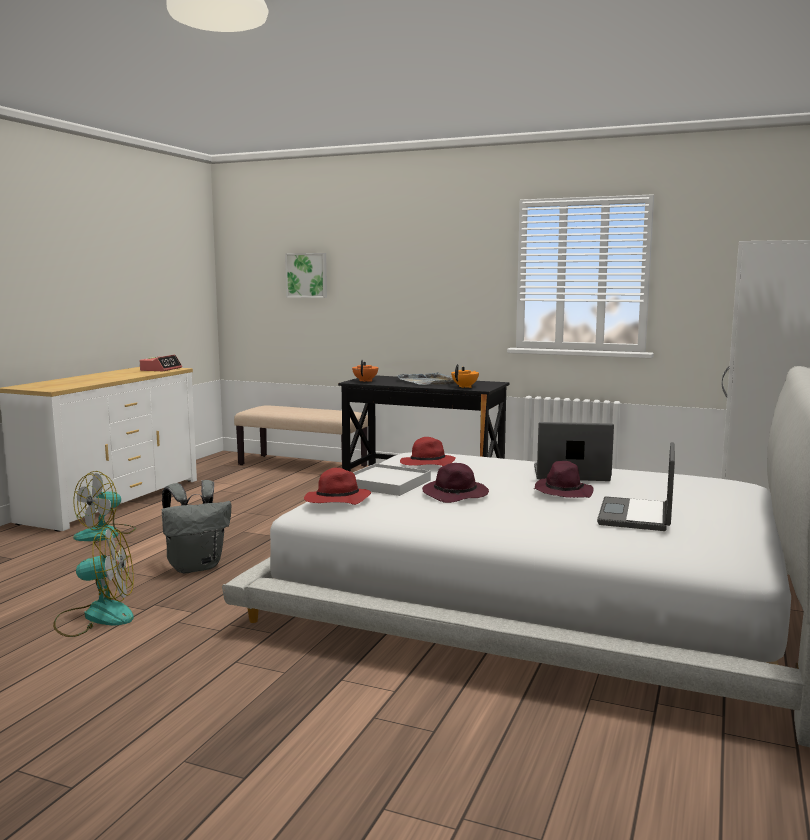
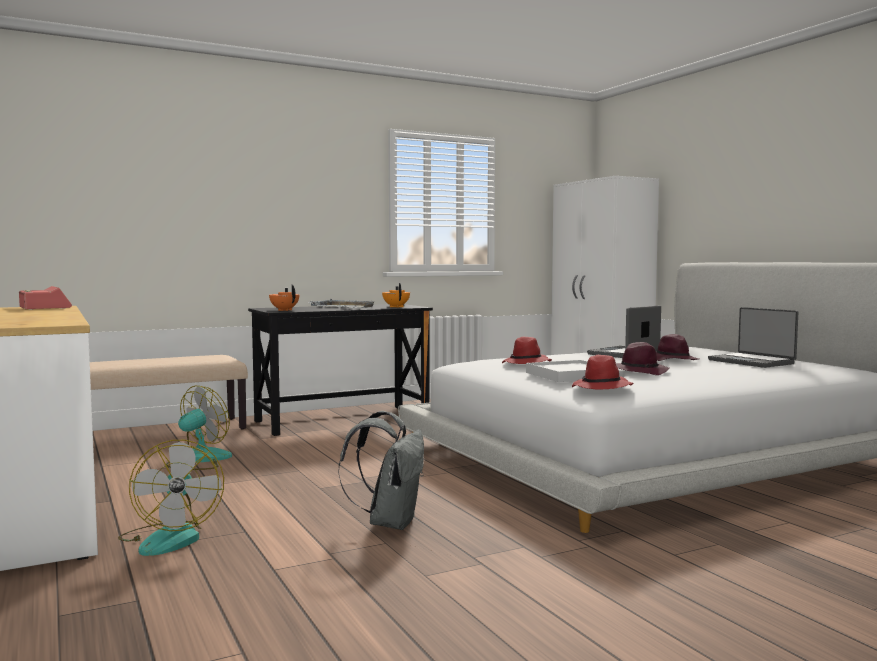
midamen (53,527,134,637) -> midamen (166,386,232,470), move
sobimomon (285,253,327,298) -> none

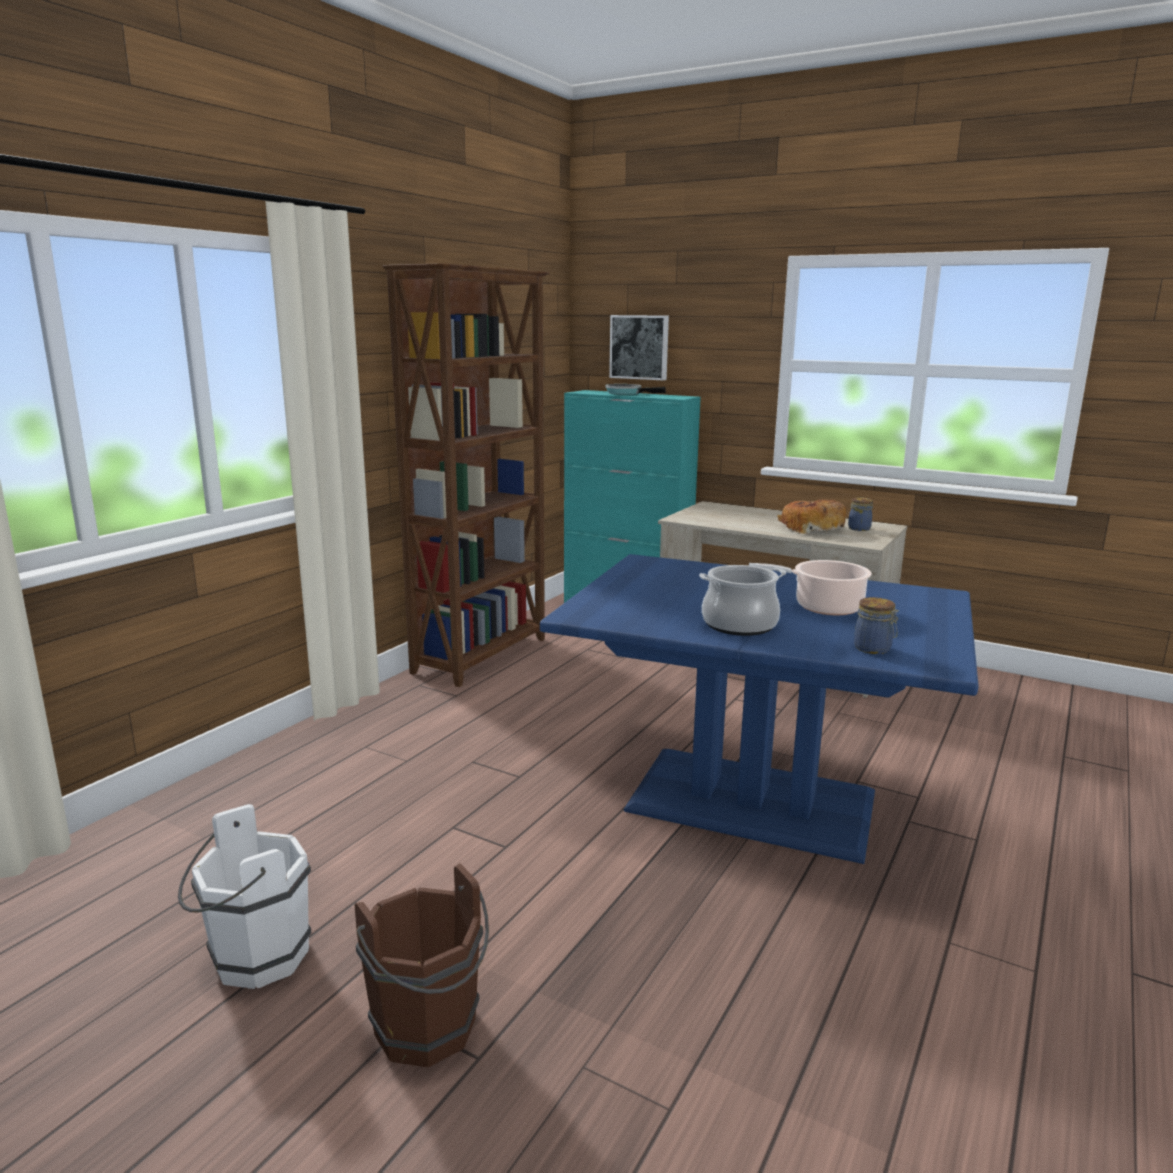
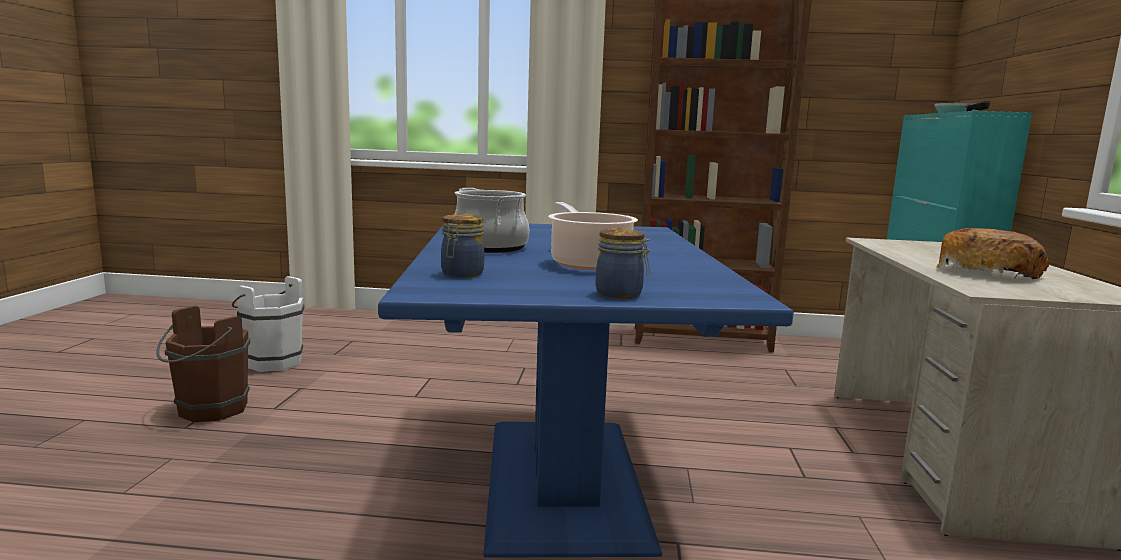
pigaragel (848,497,873,531) -> pigaragel (596,228,650,299), move
sobimomon (609,315,669,380) -> none

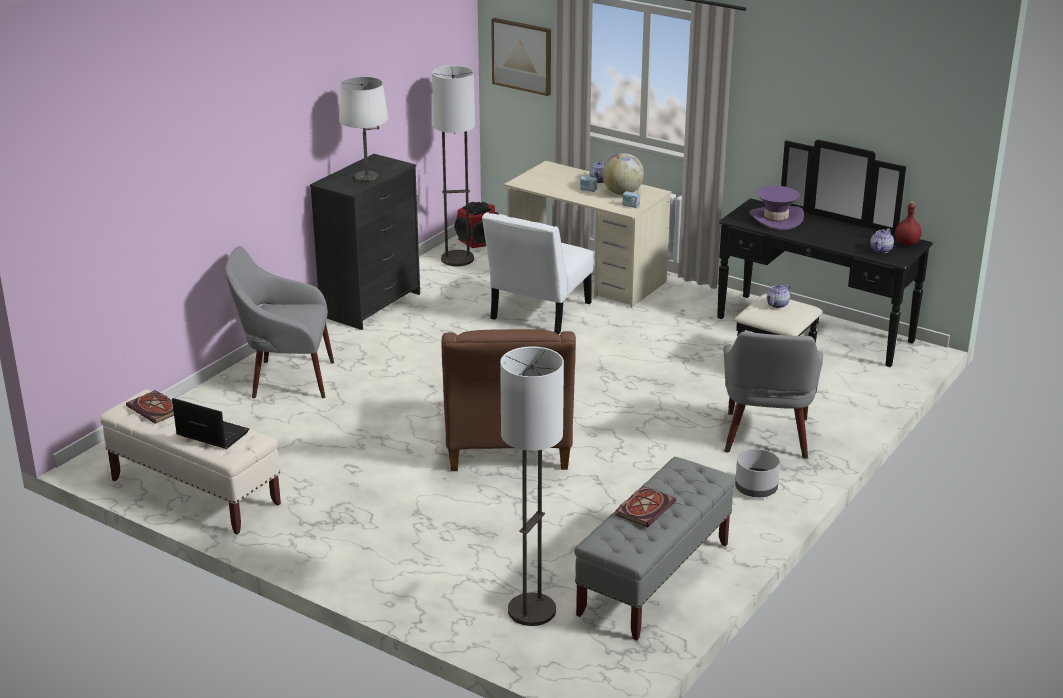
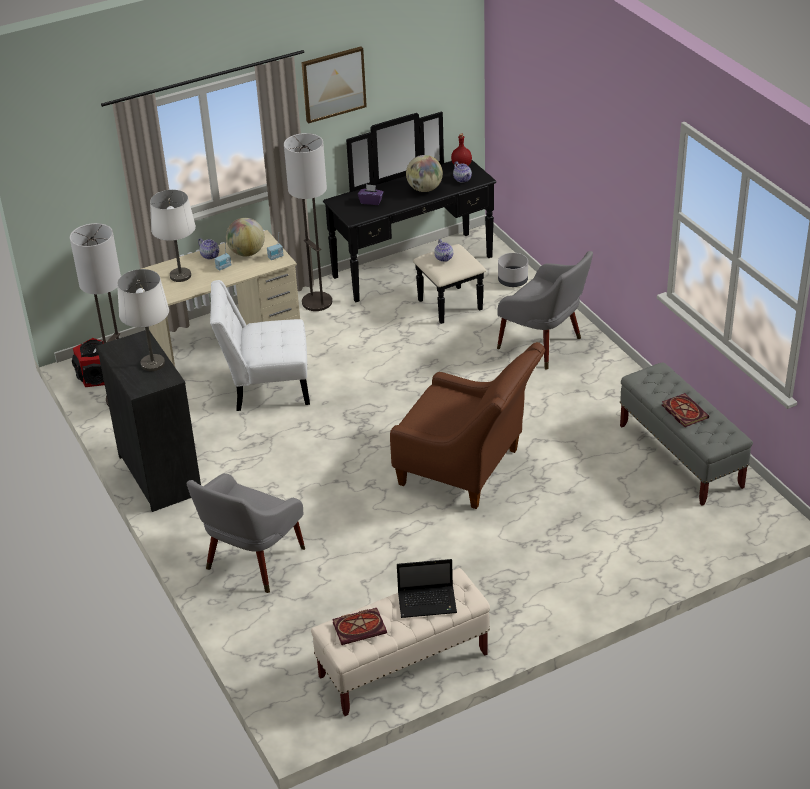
none -> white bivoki (150,190,196,282)
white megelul (482,212,593,335) -> white megelul (210,280,310,411), 120 degrees clockwise
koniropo (500,346,564,626) -> koniropo (284,133,332,311), move
sobimomon (491,18,551,96) -> sobimomon (301,46,367,124), move
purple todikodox (749,186,804,230) -> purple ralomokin (358,184,383,205)
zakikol (172,398,249,449) -> zakikol (397,559,457,618), 150 degrees counterclockwise
none -> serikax (406,155,443,192)
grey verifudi (735,449,780,497) -> grey verifudi (498,253,528,287), move

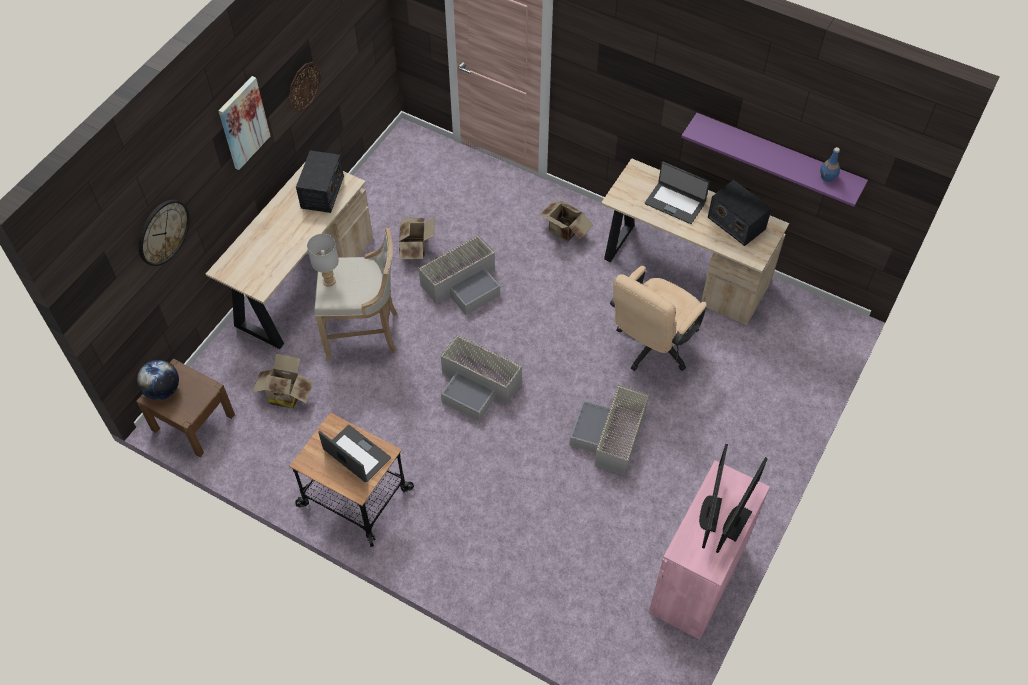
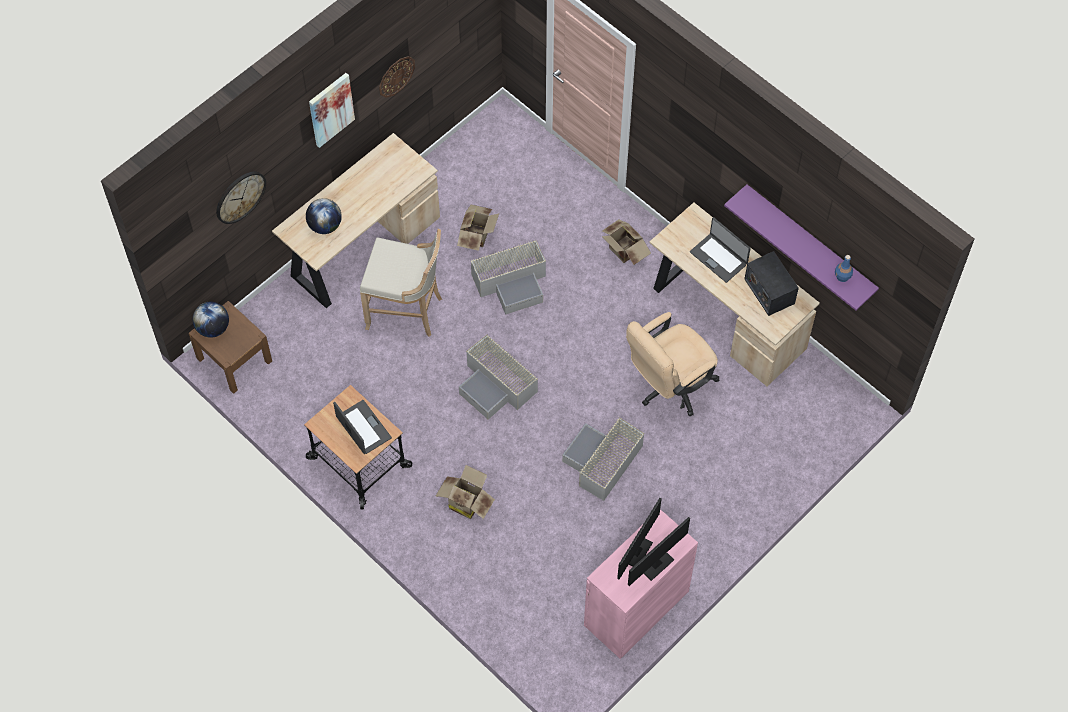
none -> serikax (306,198,342,234)
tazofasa (252,353,314,409) -> tazofasa (436,465,495,519), move
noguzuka (296,151,344,213) -> none
grey bivoki (307,234,339,286) -> none

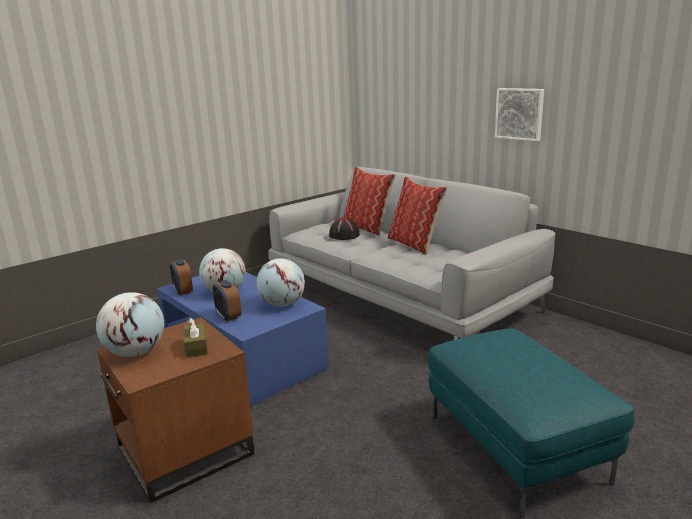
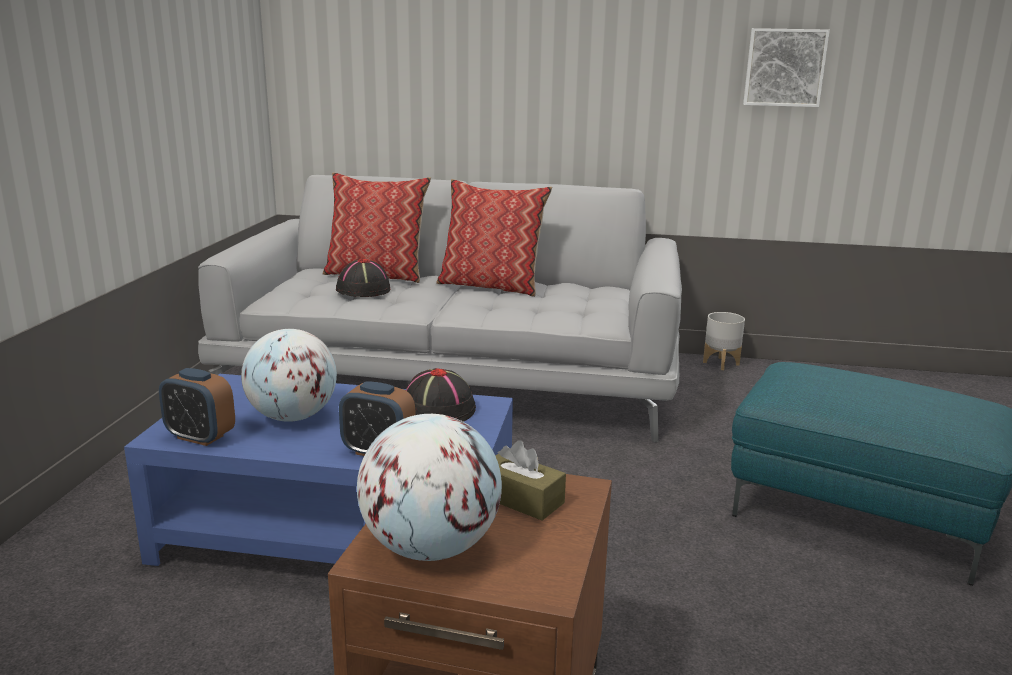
serikax (256,258,305,307) -> black todikodox (406,368,476,422)
none -> grey verifudi (703,312,745,370)
sobimomon (495,88,544,141) -> sobimomon (743,28,830,107), move

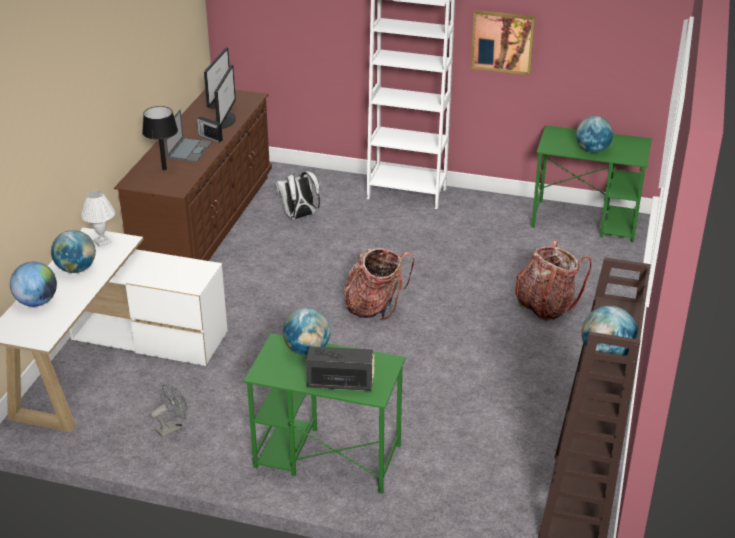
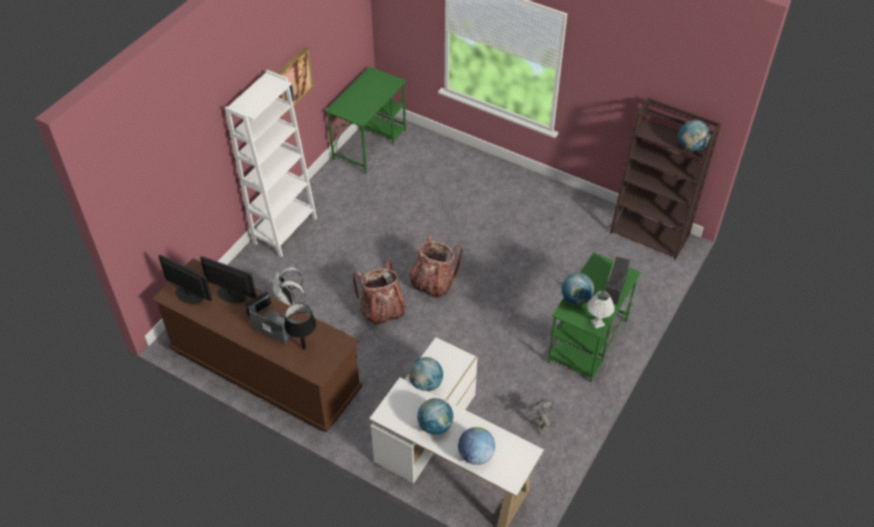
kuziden (515,239,592,321) -> kuziden (353,260,406,326), move
serikax (576,116,613,153) -> serikax (409,357,443,392), move
white bivoki (81,191,115,247) -> white bivoki (587,291,615,329), move

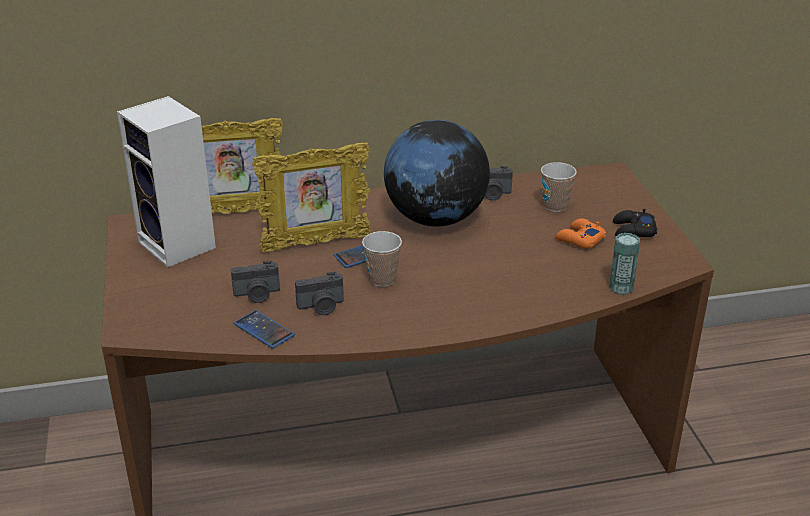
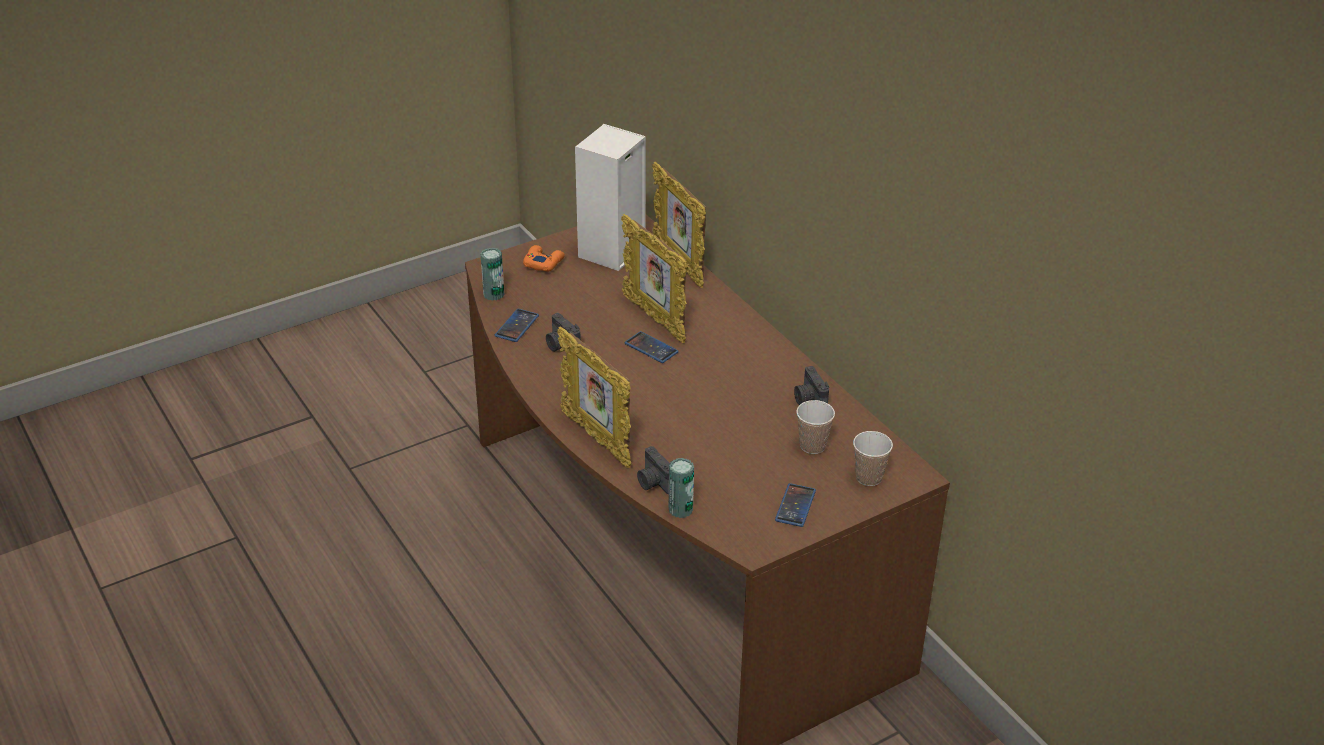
none -> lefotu (480,248,504,300)
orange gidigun (555,218,606,249) -> orange gidigun (523,245,565,272), move
none -> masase (557,326,631,468)
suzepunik (231,261,280,303) -> suzepunik (637,446,672,494), move
black gidigun (613,208,657,237) -> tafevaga (775,483,816,527)
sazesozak (362,231,402,287) -> sazesozak (853,431,893,486), move
serikax (384,120,490,227) -> none

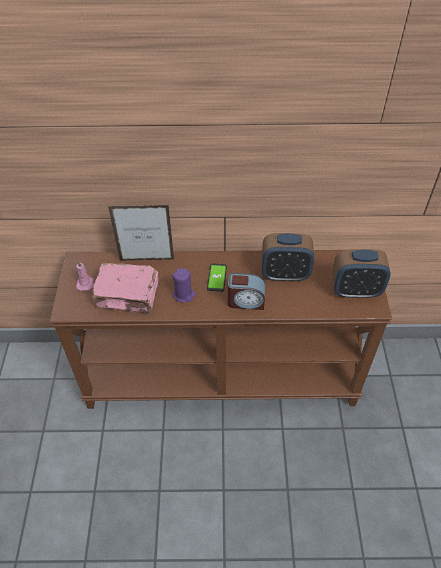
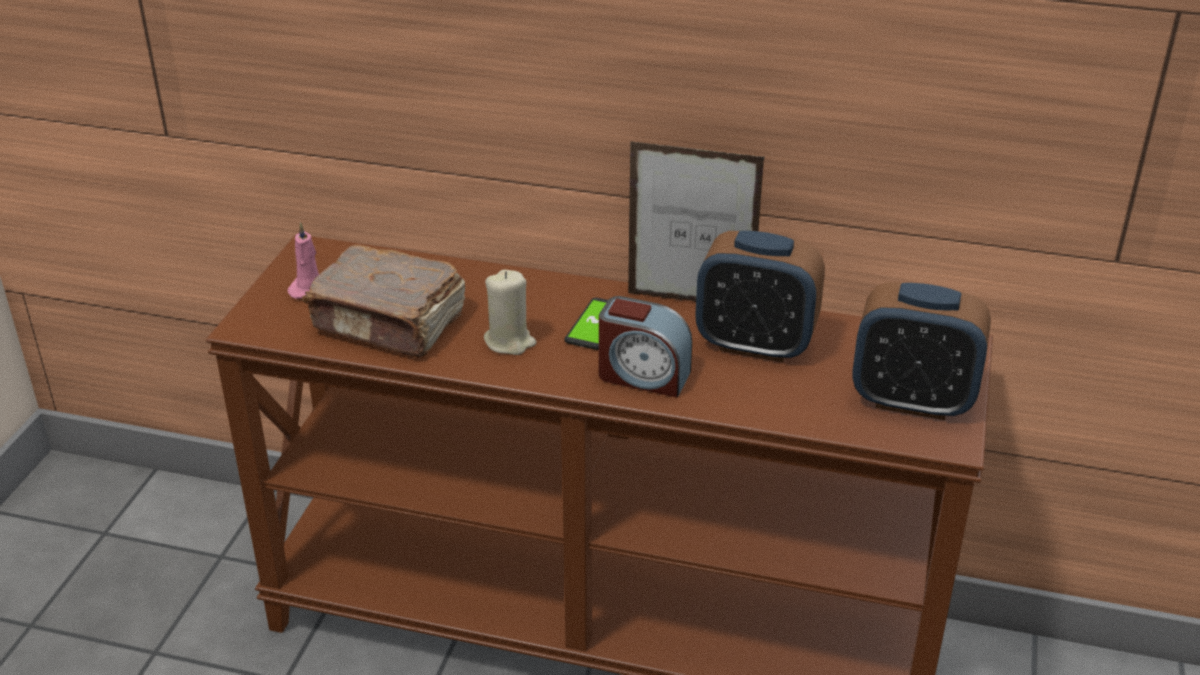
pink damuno (91,262,159,313) -> brown damuno (302,244,465,358)
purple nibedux (172,268,196,303) -> beige nibedux (484,270,536,355)
masase (108,205,175,261) -> masase (628,141,765,302), move

